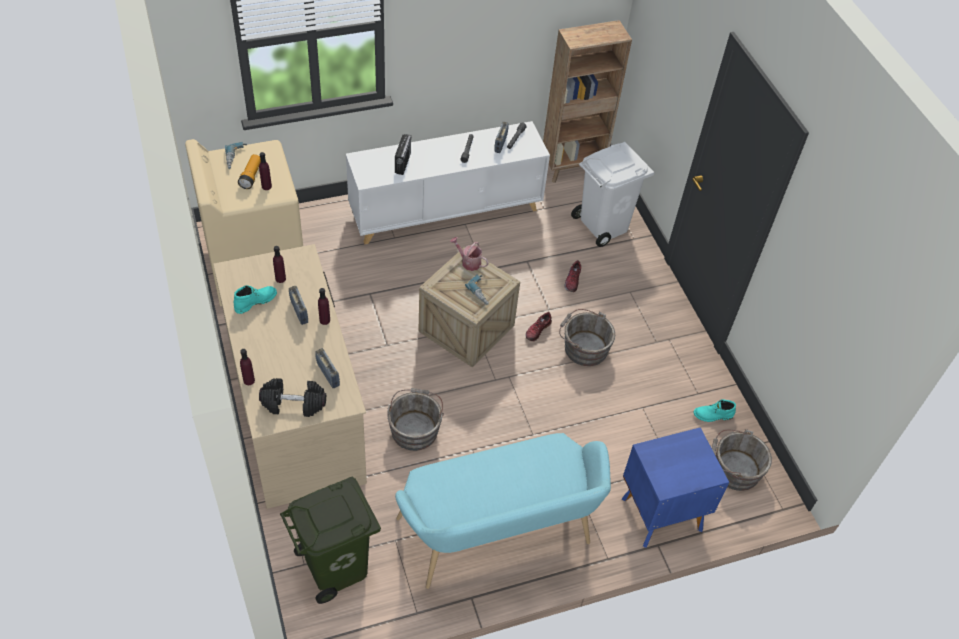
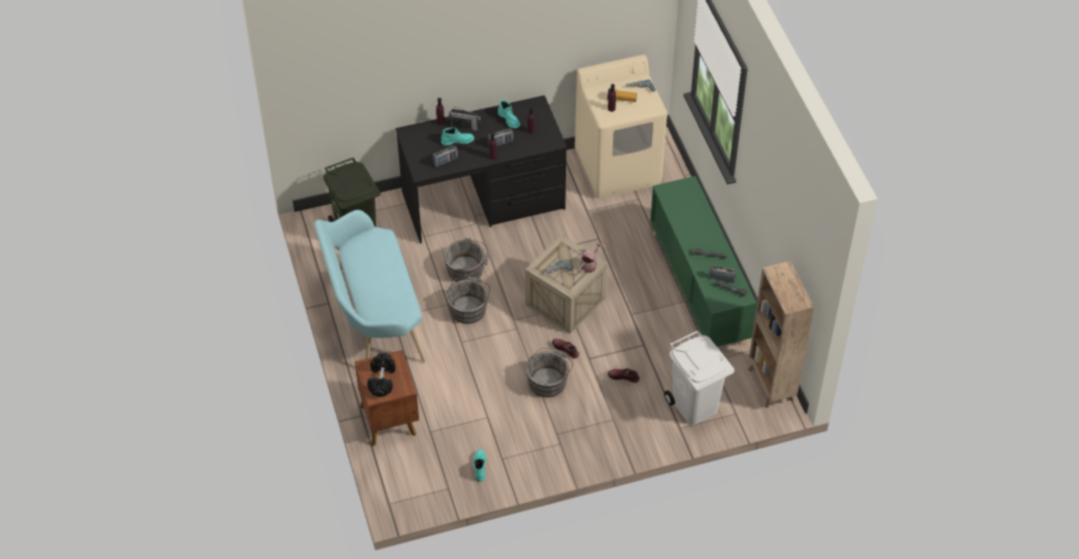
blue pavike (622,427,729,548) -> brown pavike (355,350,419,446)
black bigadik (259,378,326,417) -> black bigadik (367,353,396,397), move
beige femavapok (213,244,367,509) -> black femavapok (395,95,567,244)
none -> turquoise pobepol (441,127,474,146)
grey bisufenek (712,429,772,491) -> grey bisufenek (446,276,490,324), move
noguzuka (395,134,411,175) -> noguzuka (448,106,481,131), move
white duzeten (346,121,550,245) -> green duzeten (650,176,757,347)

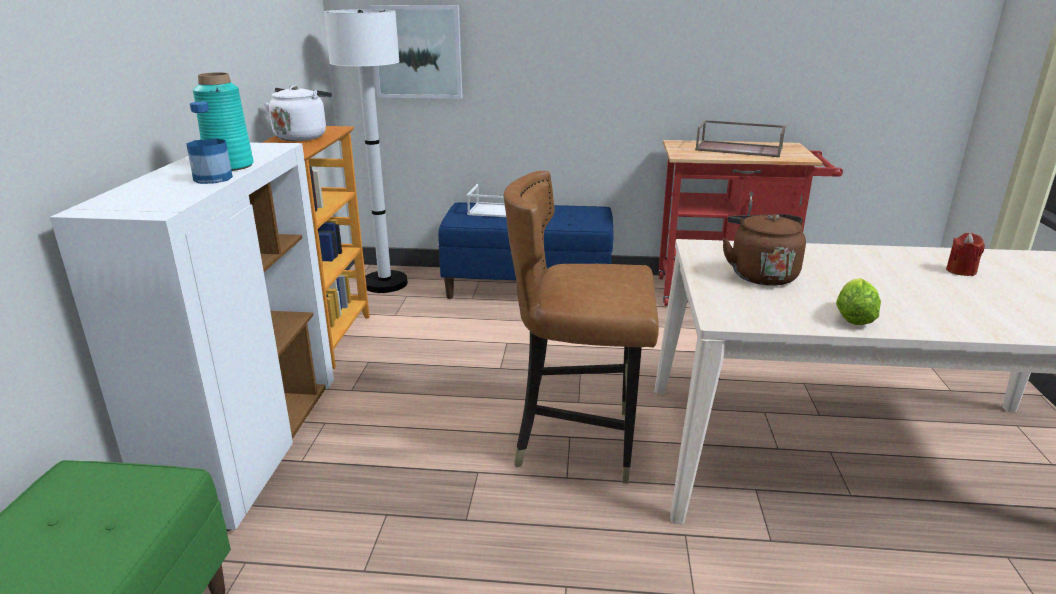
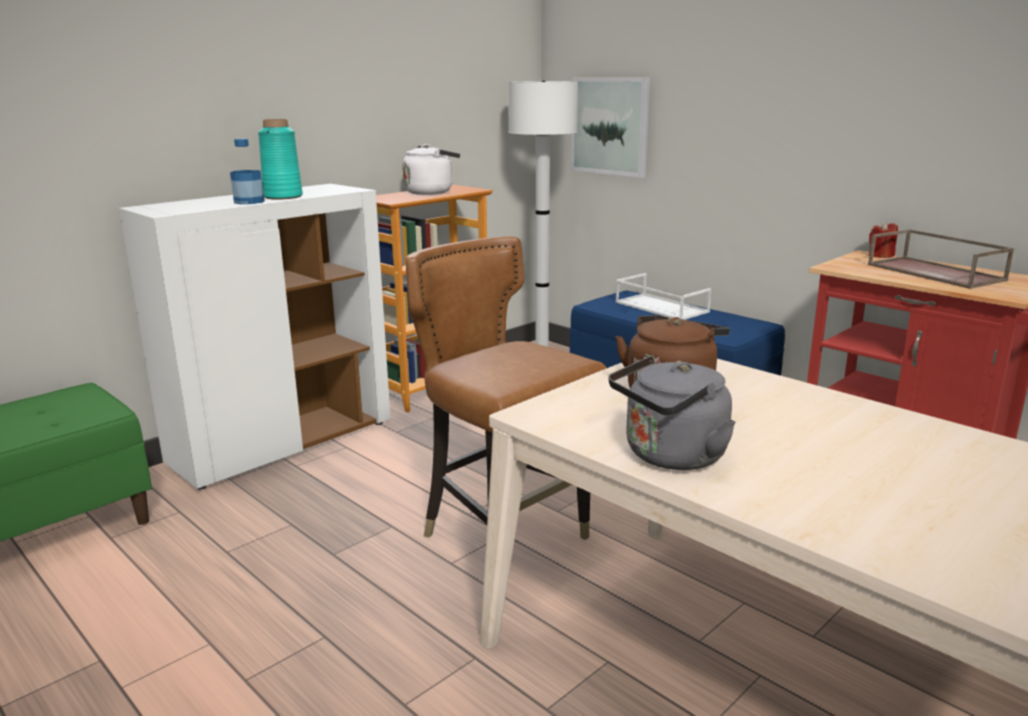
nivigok (836,278,881,325) -> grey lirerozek (608,355,736,470)
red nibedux (946,233,985,276) -> red nibedux (869,221,898,258), move

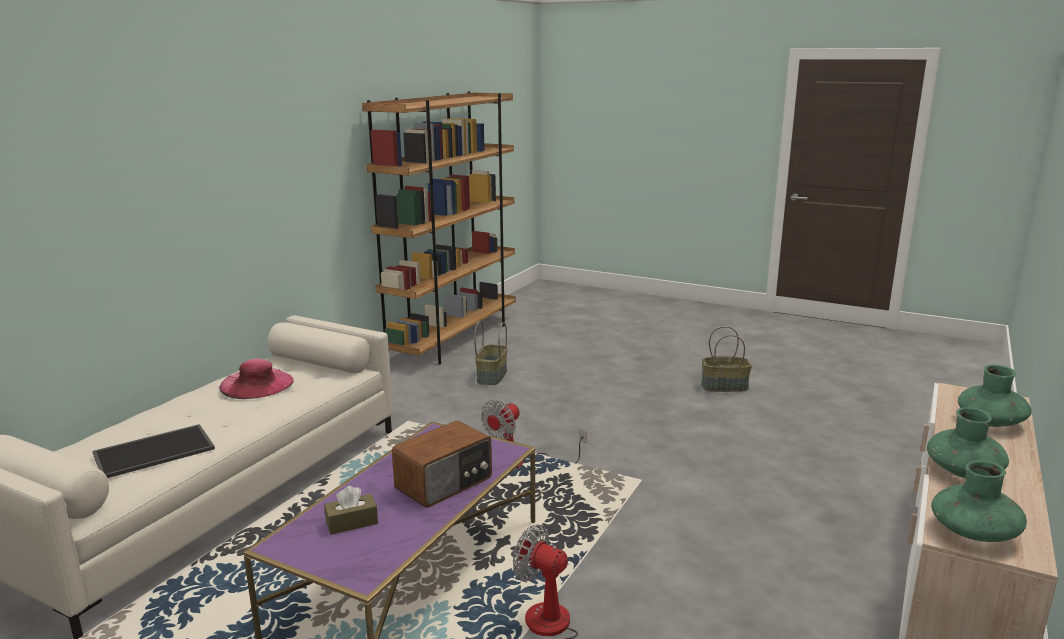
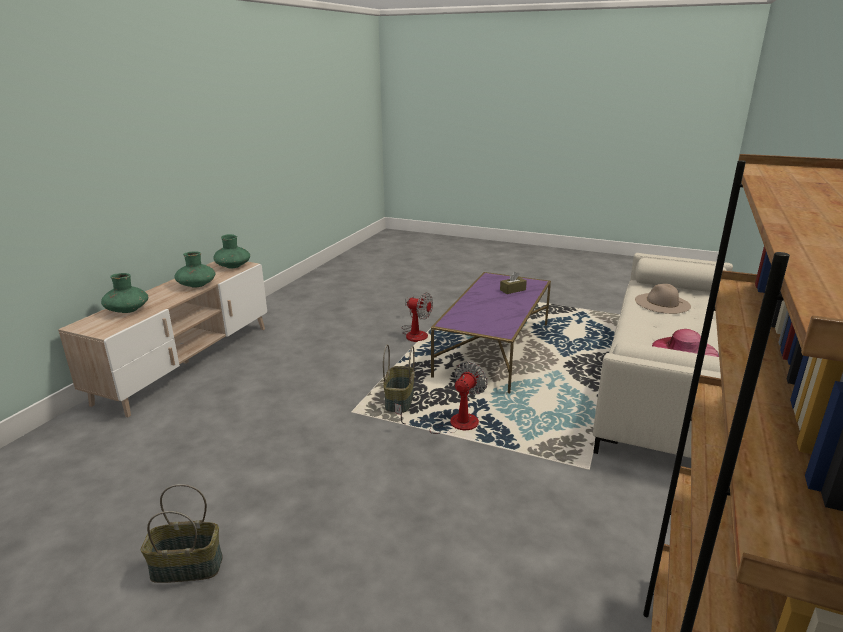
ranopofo (474,321,507,385) -> ranopofo (383,344,415,413), move
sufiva (92,424,215,478) -> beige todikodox (635,284,691,314)
noguzuka (392,421,492,508) -> none

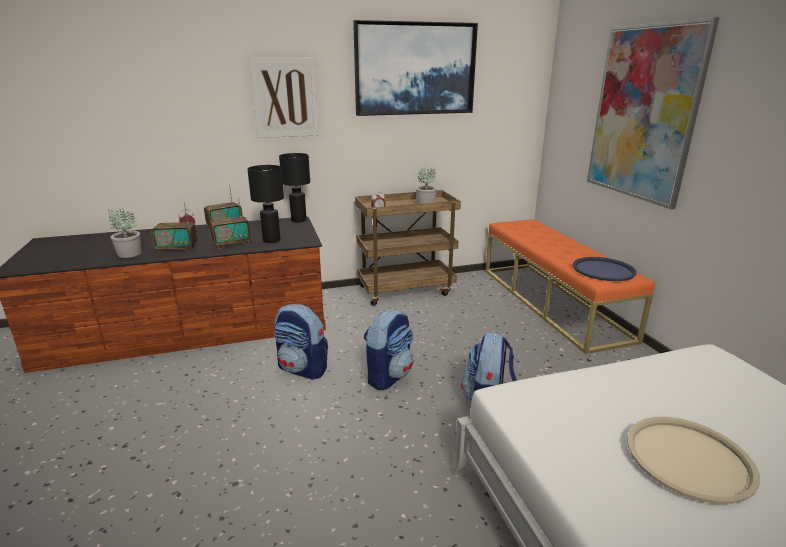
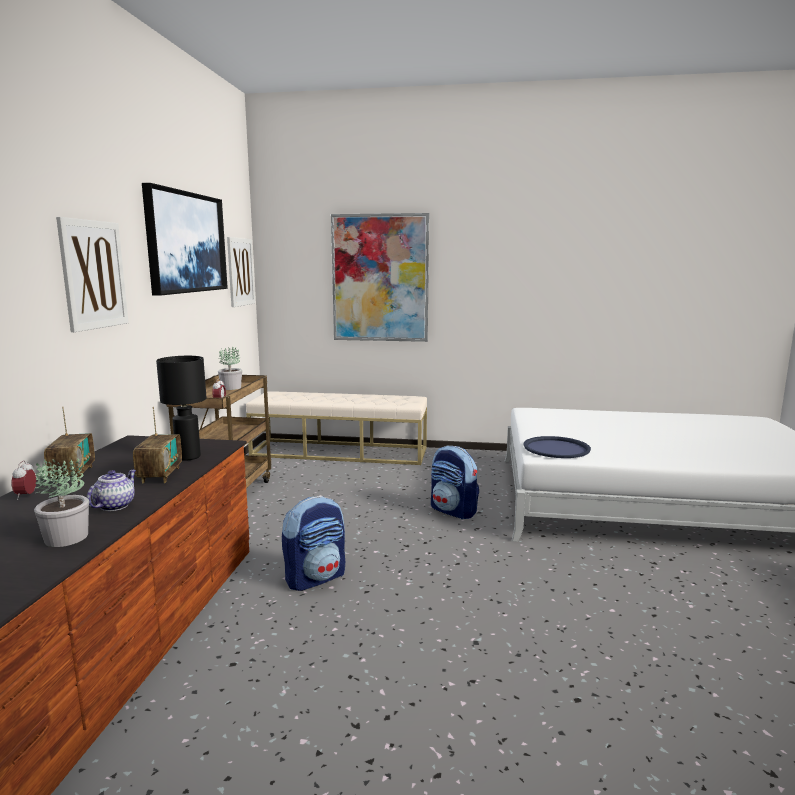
noguzuka (151,203,197,253) -> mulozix (87,470,136,511)
none -> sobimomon (227,237,255,307)
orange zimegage (485,219,655,354) -> beige zimegage (246,391,427,465)
blue sufiva (573,257,637,281) -> blue sufiva (523,436,591,458), move
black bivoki (279,153,310,222) -> none
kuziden (364,308,413,390) -> none
beige sufiva (627,417,760,504) -> none

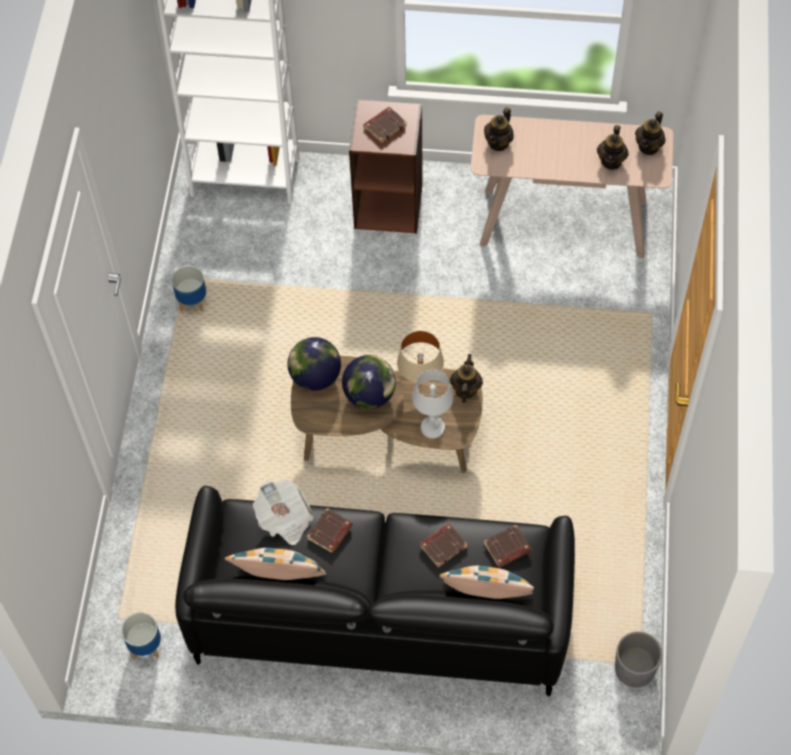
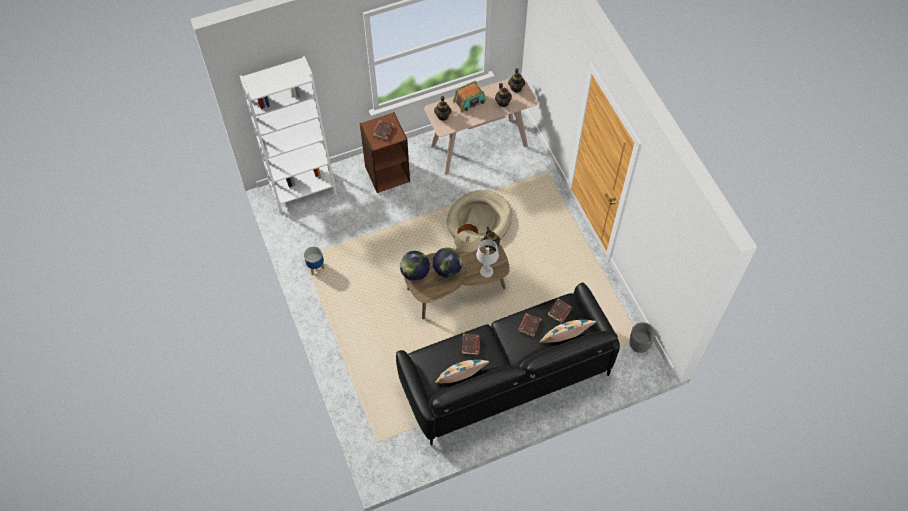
none -> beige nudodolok (447,190,512,242)
none -> noguzuka (453,81,486,113)
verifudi (121,612,161,660) -> none
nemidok (253,480,314,545) -> none

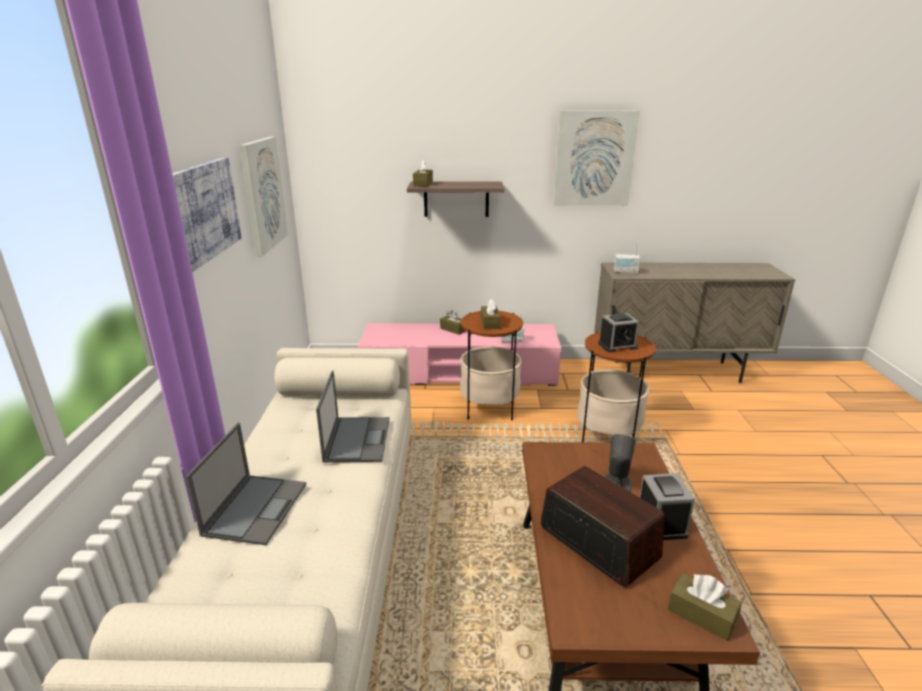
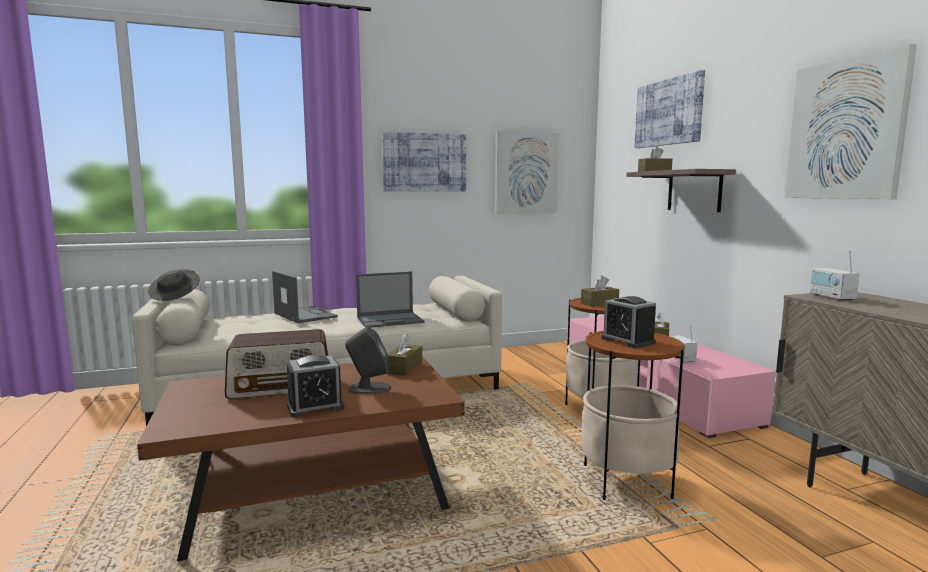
none -> grey todikodox (148,269,200,301)
noguzuka (540,466,665,588) -> noguzuka (225,329,328,399), 45 degrees clockwise
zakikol (185,423,306,545) -> zakikol (272,271,338,323), 120 degrees counterclockwise
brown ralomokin (668,573,742,641) -> brown ralomokin (388,333,422,376), move
none -> sobimomon (634,70,705,148)

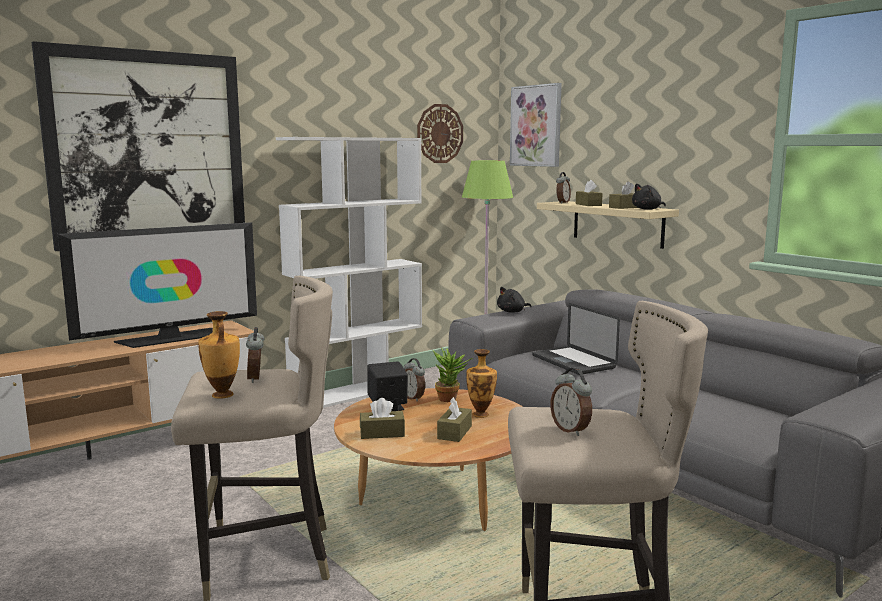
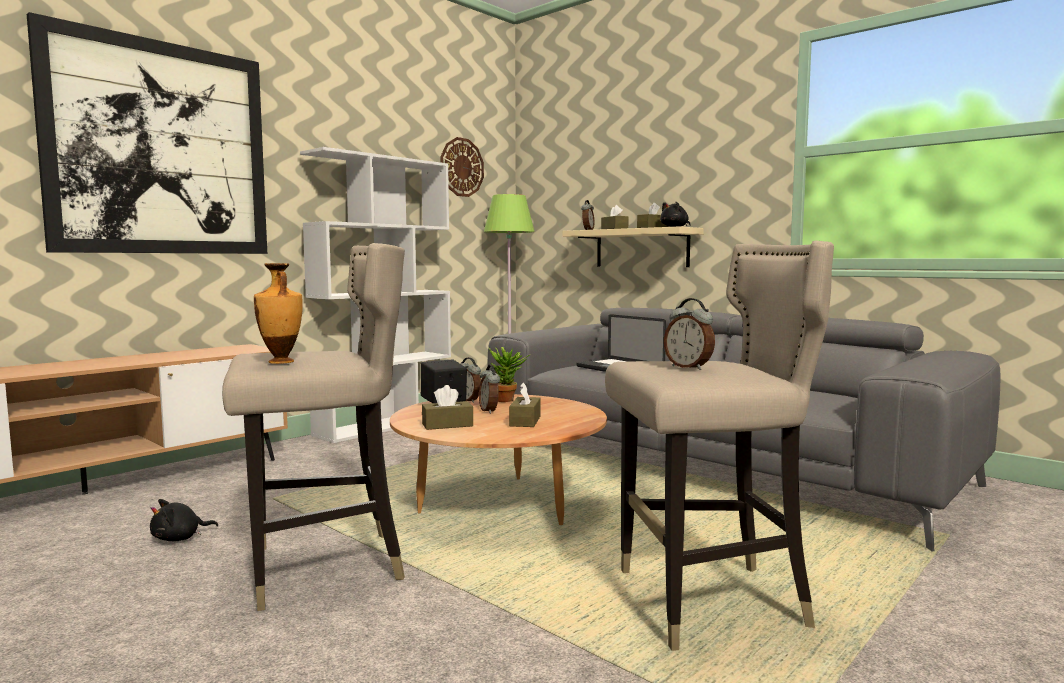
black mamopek (497,287,532,313) -> black mamopek (150,499,218,541), move
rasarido (246,327,264,383) -> rasarido (479,365,500,414), move
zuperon (58,222,257,348) -> none
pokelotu (466,349,497,418) -> none
sobimomon (510,83,562,167) -> none

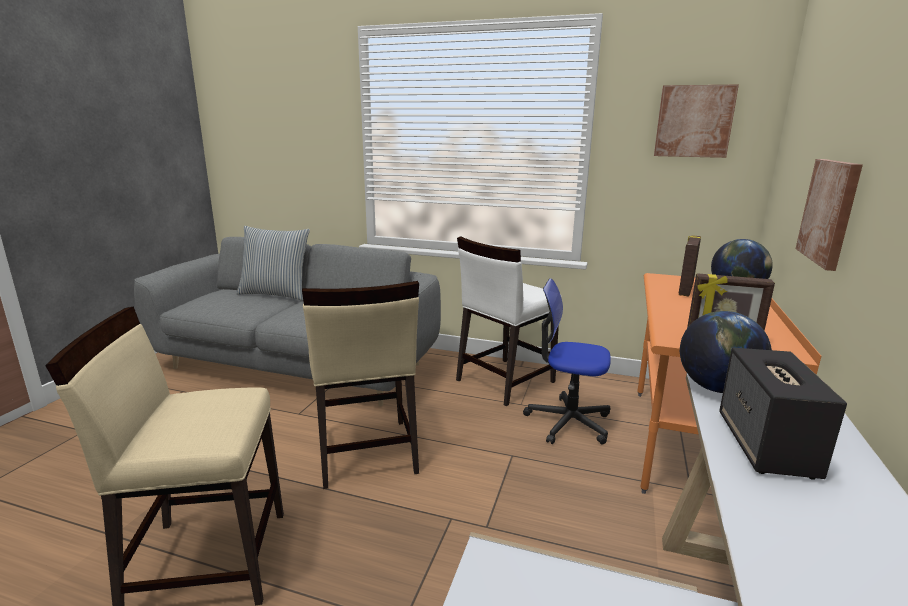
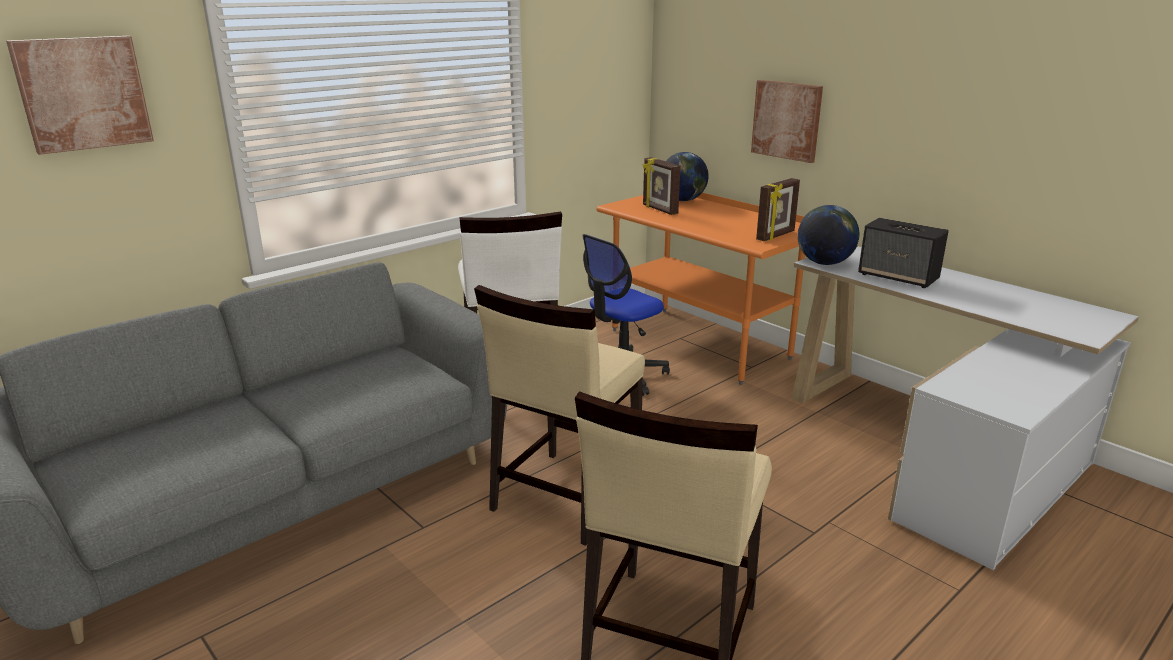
sobimomon (654,84,739,158) -> sobimomon (6,36,154,155), move
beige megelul (302,281,419,489) -> beige megelul (474,285,645,546), 105 degrees clockwise
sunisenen (236,226,310,301) -> none

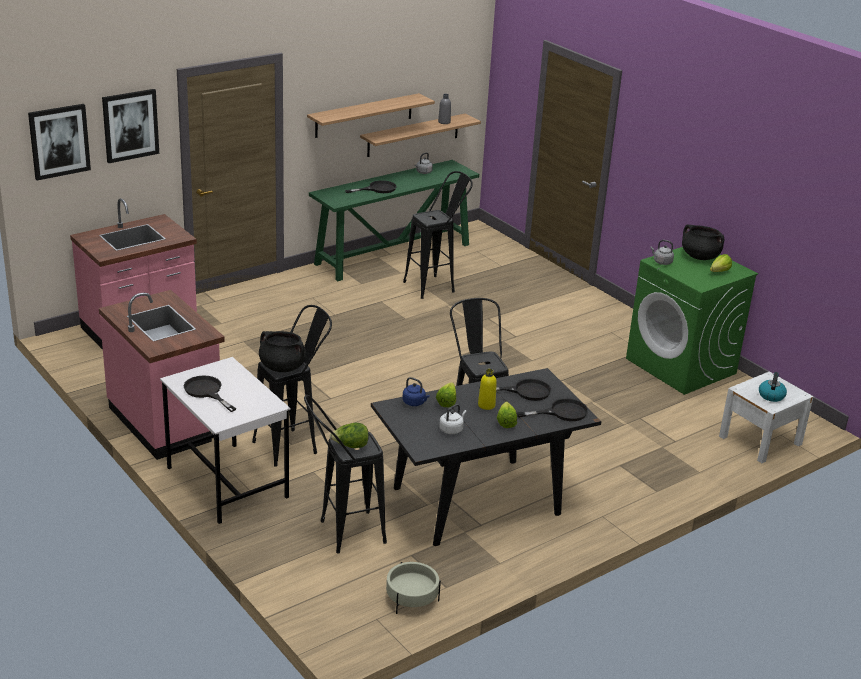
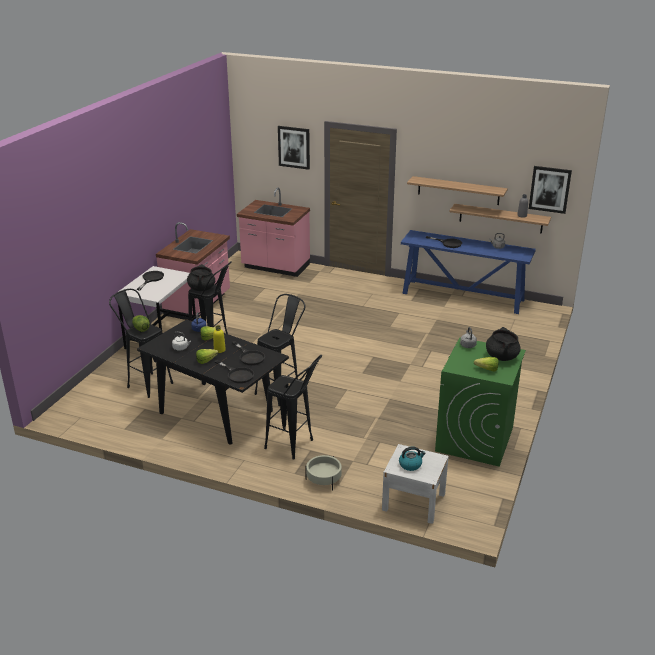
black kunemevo (403,171,473,299) -> black kunemevo (264,355,322,460), move
beige verifudi (386,562,441,614) -> beige verifudi (305,455,342,491), move
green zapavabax (309,160,479,281) -> blue zapavabax (401,230,536,314)
sobimomon (28,104,91,180) -> sobimomon (529,166,572,214), move

